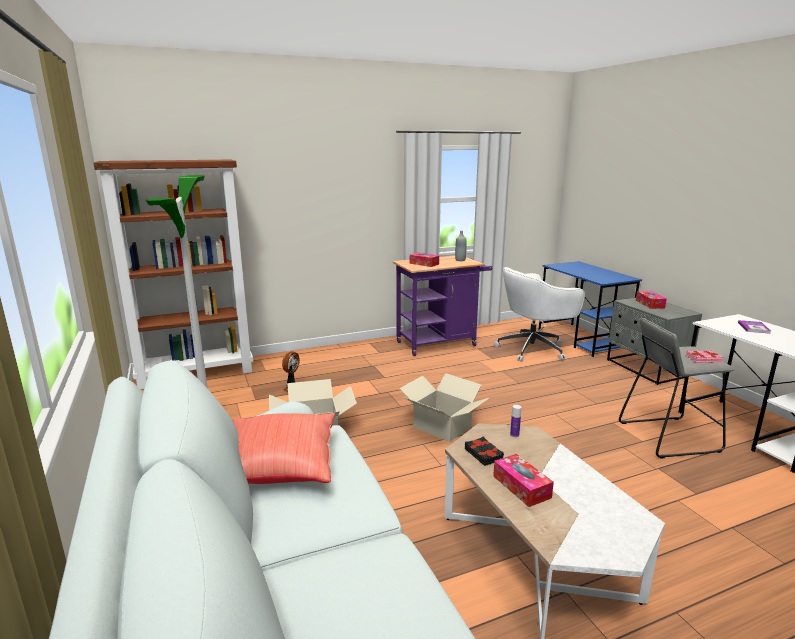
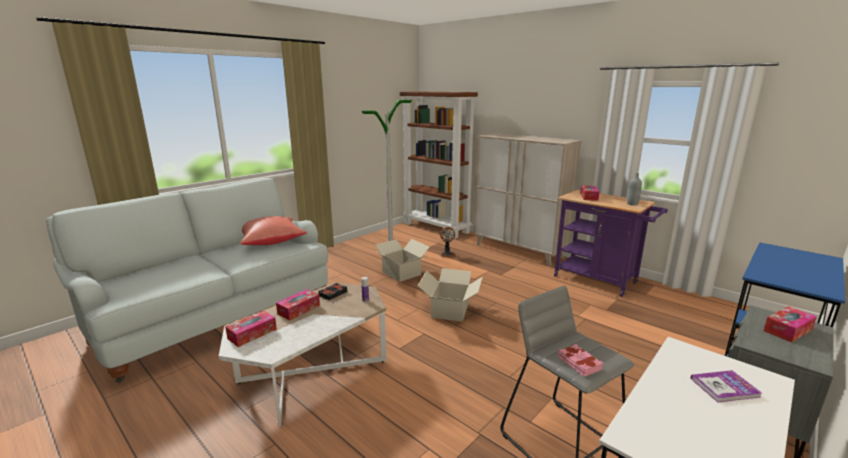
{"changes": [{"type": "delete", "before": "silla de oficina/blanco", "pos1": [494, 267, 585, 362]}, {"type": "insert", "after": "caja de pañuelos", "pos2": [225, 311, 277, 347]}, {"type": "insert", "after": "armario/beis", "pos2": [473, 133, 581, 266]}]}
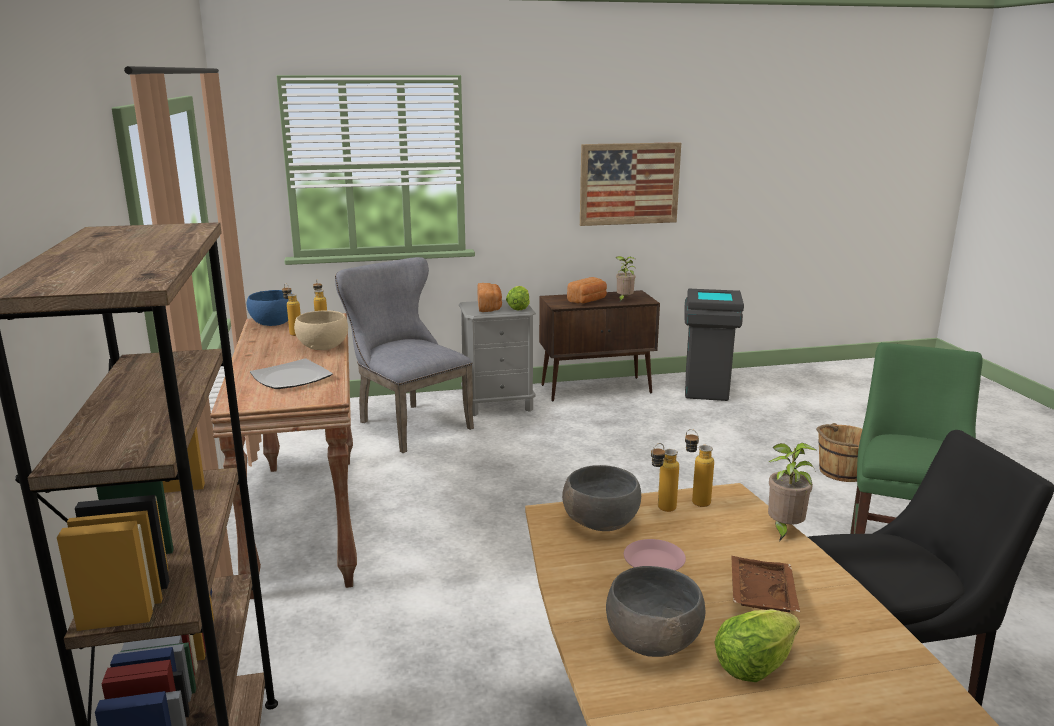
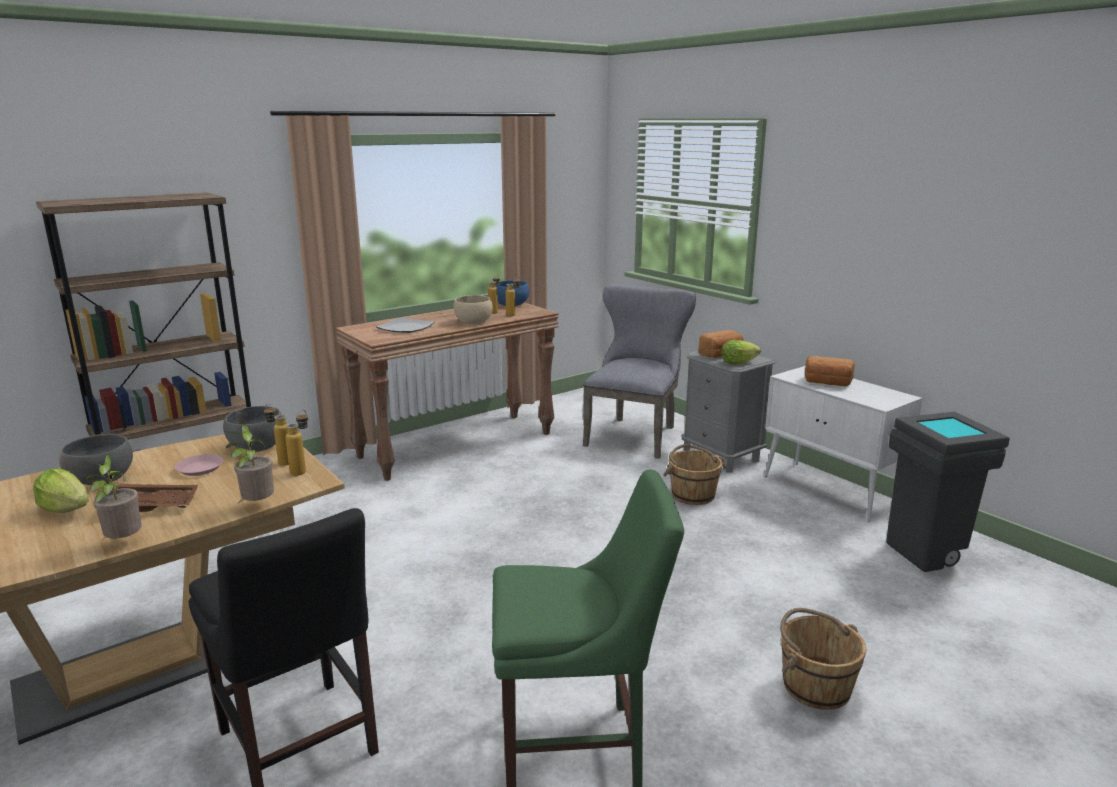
{"changes": [{"type": "delete", "before": "cuadro", "pos1": [580, 142, 681, 226]}, {"type": "insert", "after": "cubo/marrón", "pos2": [663, 444, 726, 505]}, {"type": "move", "before": "planta en maceta", "pos1": [616, 256, 636, 301], "pos2": [85, 455, 142, 541]}, {"type": "recolor", "before": "armario/marrón", "after": "armario/blanco", "pos1": [539, 290, 660, 402], "pos2": [764, 366, 922, 521]}]}
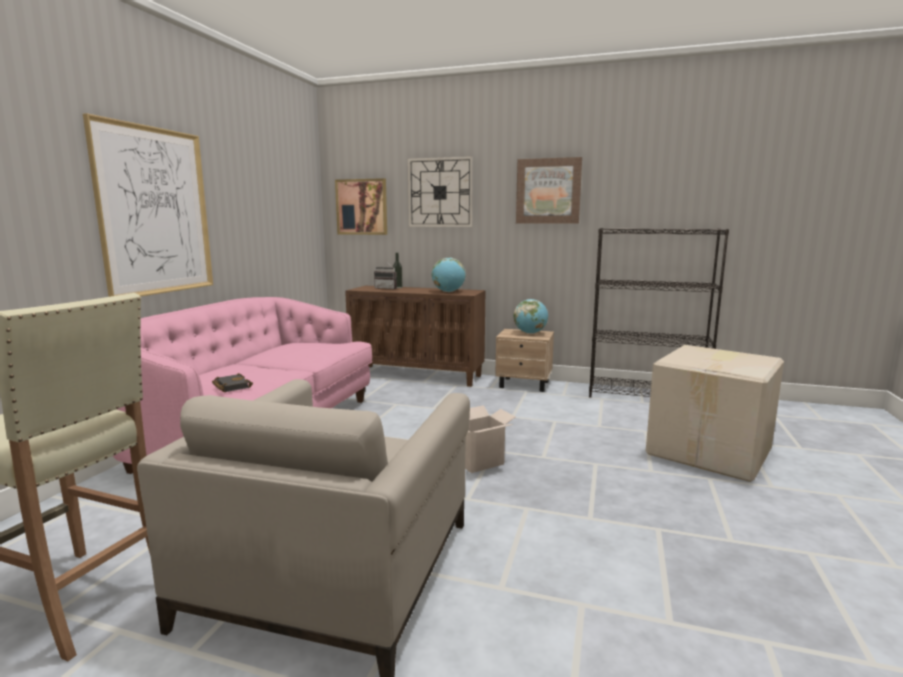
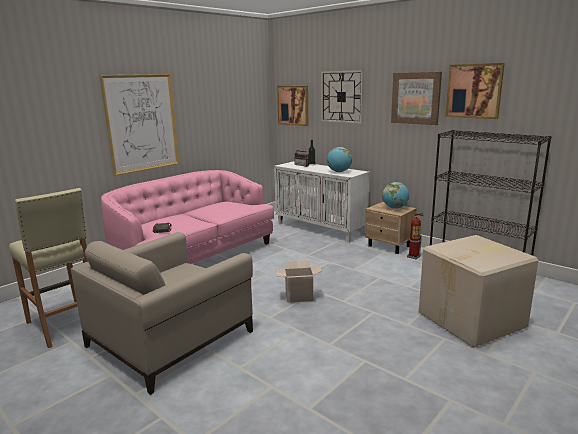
{"changes": [{"type": "insert", "after": "extintor", "pos2": [407, 213, 423, 259]}, {"type": "insert", "after": "cuadro", "pos2": [445, 63, 505, 119]}, {"type": "recolor", "before": "armario/marrón", "after": "armario/blanco", "pos1": [345, 286, 485, 387], "pos2": [274, 161, 370, 243]}]}
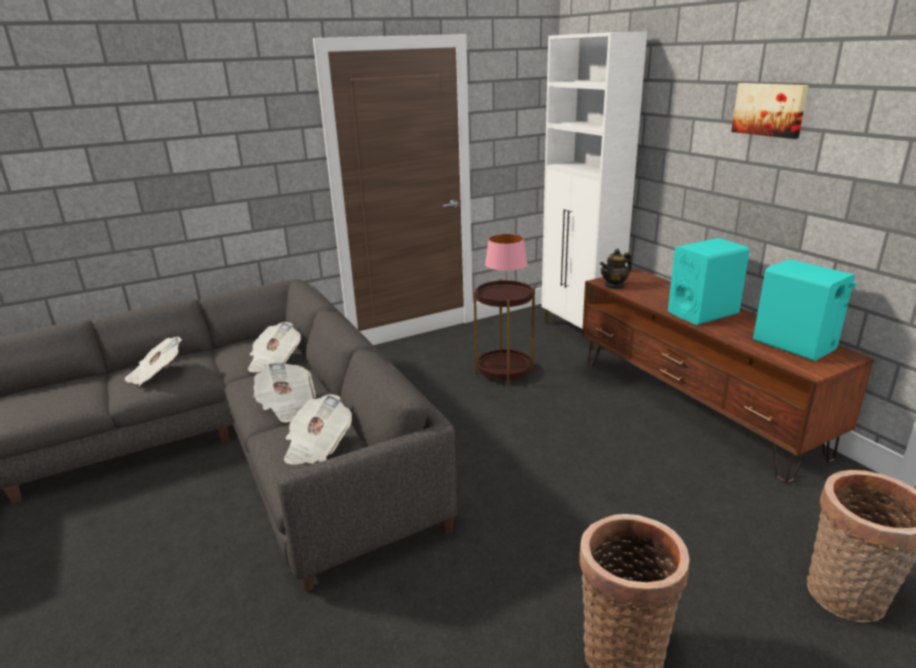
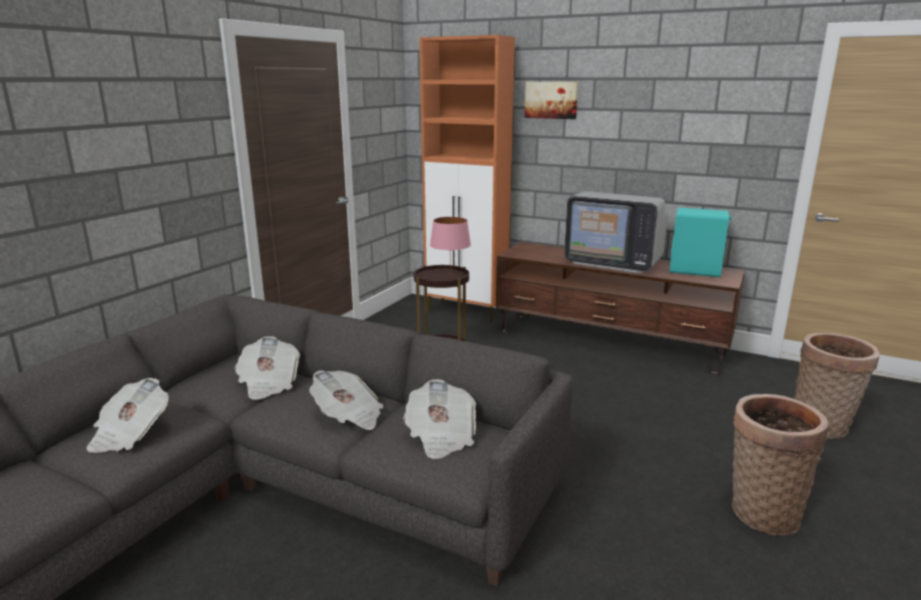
{"changes": [{"type": "delete", "before": "tetera", "pos1": [600, 249, 632, 289]}, {"type": "move", "before": "cuadro", "pos1": [731, 83, 809, 139], "pos2": [525, 82, 578, 119]}, {"type": "replace", "before": "altavoz/turquesa", "after": "televisor", "pos1": [668, 238, 750, 325], "pos2": [564, 191, 668, 273]}, {"type": "recolor", "before": "armario/blanco", "after": "armario/naranja", "pos1": [541, 31, 647, 350], "pos2": [419, 35, 515, 323]}]}
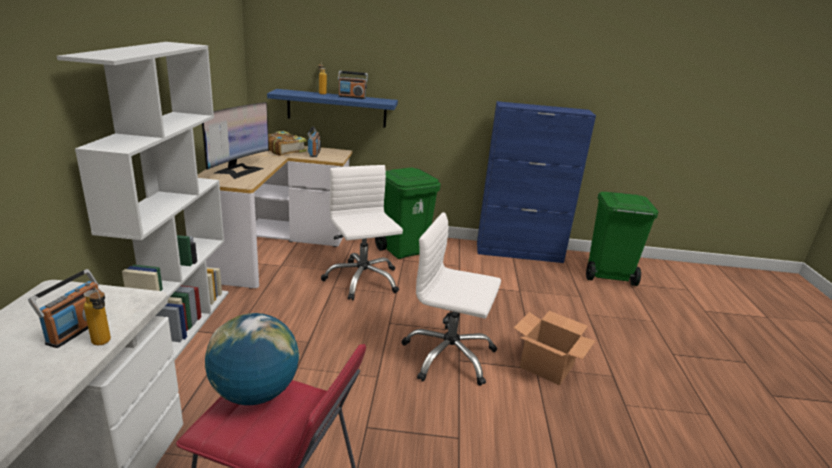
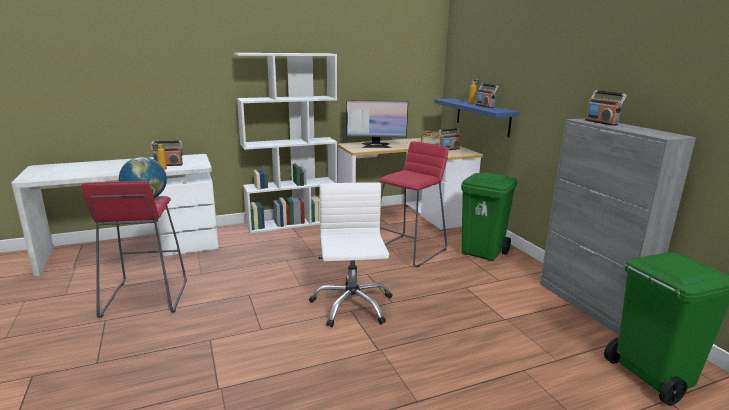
{"changes": [{"type": "delete", "before": "caja de cartón", "pos1": [514, 311, 595, 385]}, {"type": "insert", "after": "radio", "pos2": [585, 90, 627, 126]}, {"type": "replace", "before": "silla de oficina/blanco", "after": "taburete/rojo", "pos1": [321, 165, 403, 300], "pos2": [379, 141, 449, 267]}, {"type": "recolor", "before": "armario/azul", "after": "armario/gris", "pos1": [477, 101, 596, 263], "pos2": [540, 118, 696, 335]}]}
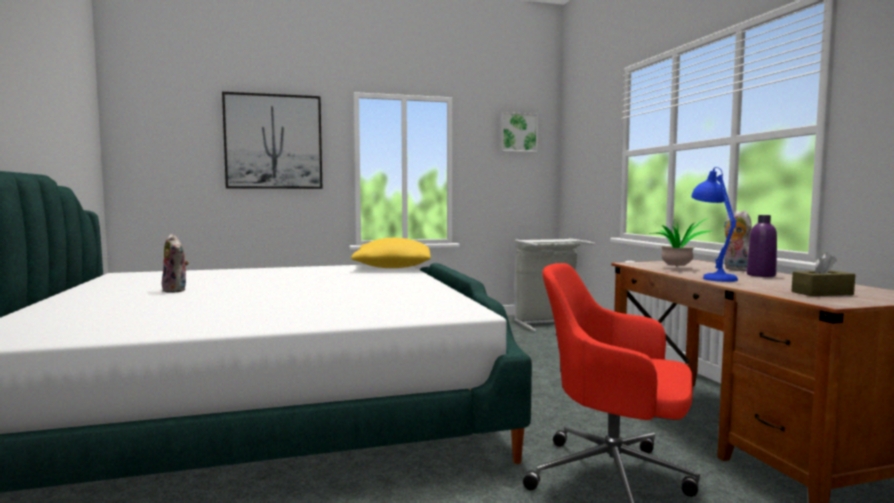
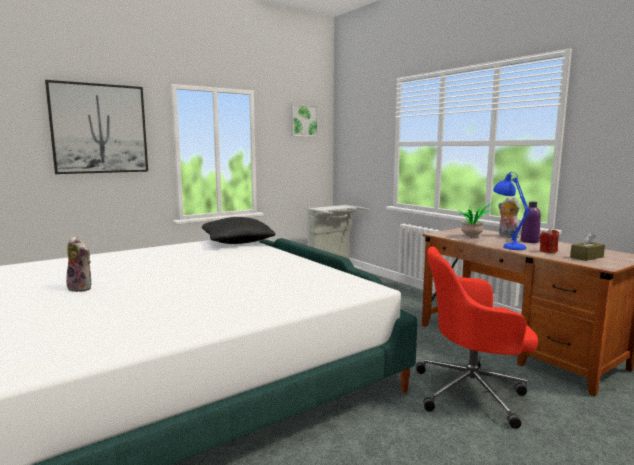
{"changes": [{"type": "insert", "after": "vela/rojo", "pos2": [539, 229, 559, 253]}, {"type": "recolor", "before": "cojín/amarillo", "after": "cojín/negro", "pos1": [351, 238, 431, 268], "pos2": [202, 217, 275, 244]}]}
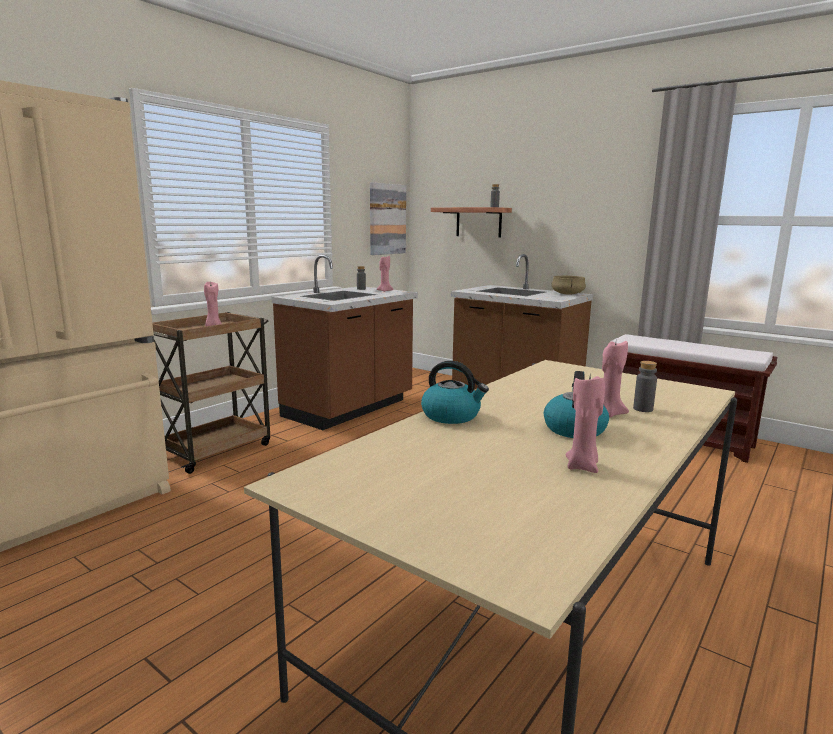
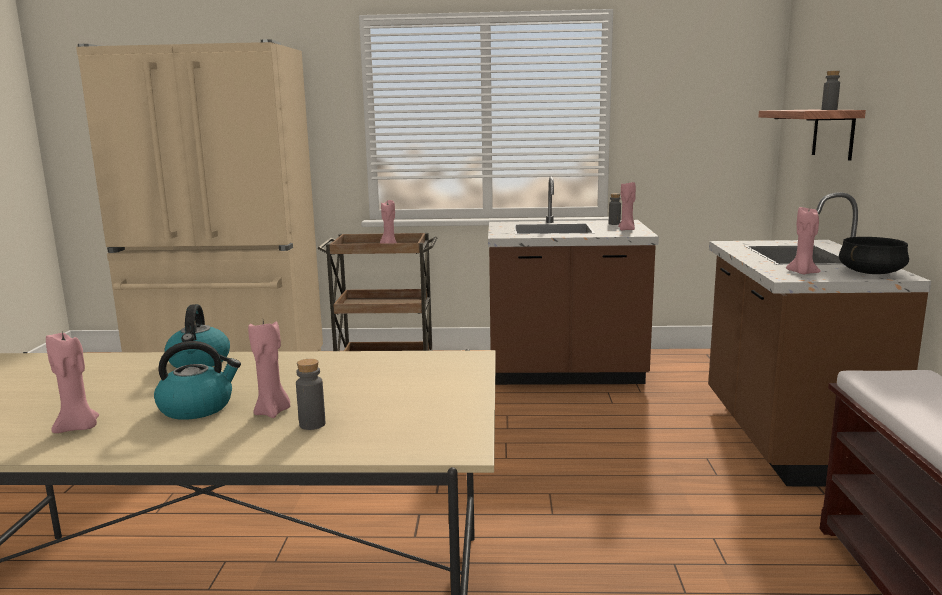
{"changes": [{"type": "delete", "before": "cuadro", "pos1": [370, 182, 406, 255]}, {"type": "insert", "after": "vela/rosa", "pos2": [786, 206, 821, 274]}, {"type": "recolor", "before": "olla/beis", "after": "olla/negro", "pos1": [551, 276, 586, 295], "pos2": [839, 237, 909, 274]}]}
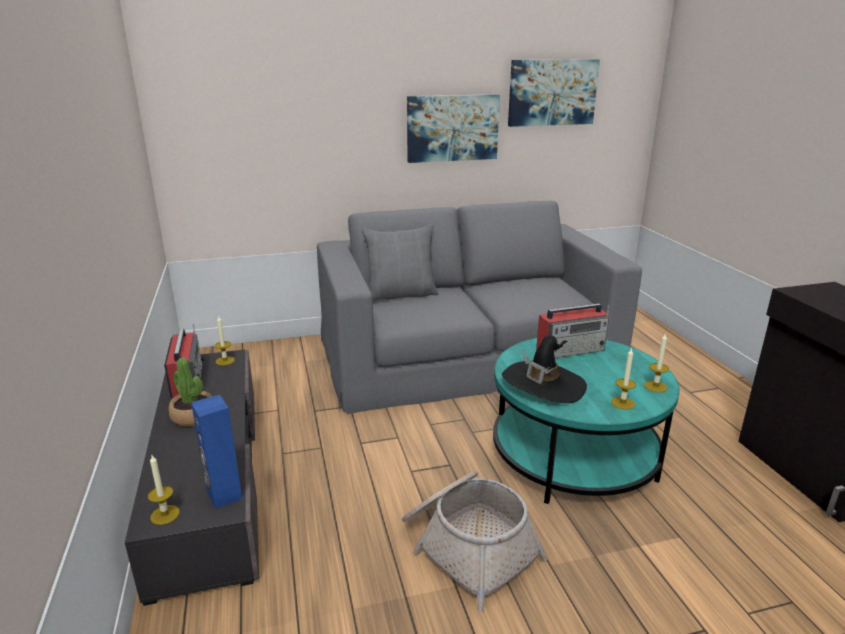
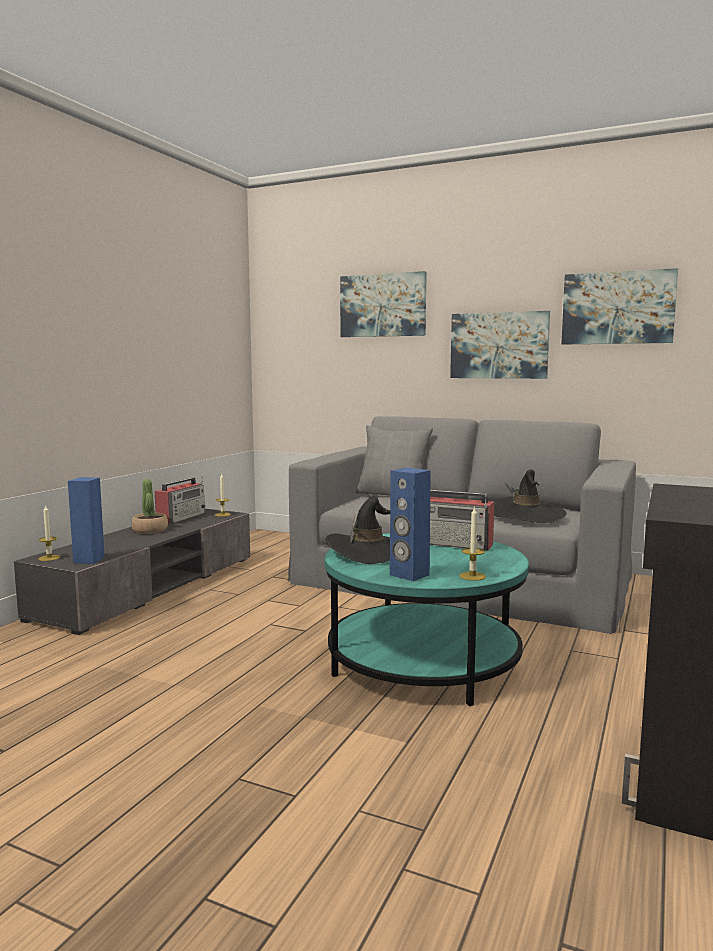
{"changes": [{"type": "delete", "before": "cesta", "pos1": [402, 471, 547, 611]}, {"type": "insert", "after": "cuadro", "pos2": [340, 271, 427, 337]}, {"type": "insert", "after": "sombrero/negro", "pos2": [494, 469, 567, 523]}, {"type": "replace", "before": "vela", "after": "altavoz/azul", "pos1": [611, 347, 636, 410], "pos2": [390, 467, 431, 581]}]}
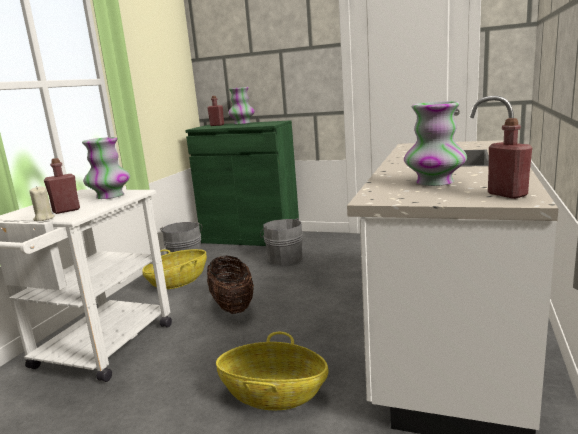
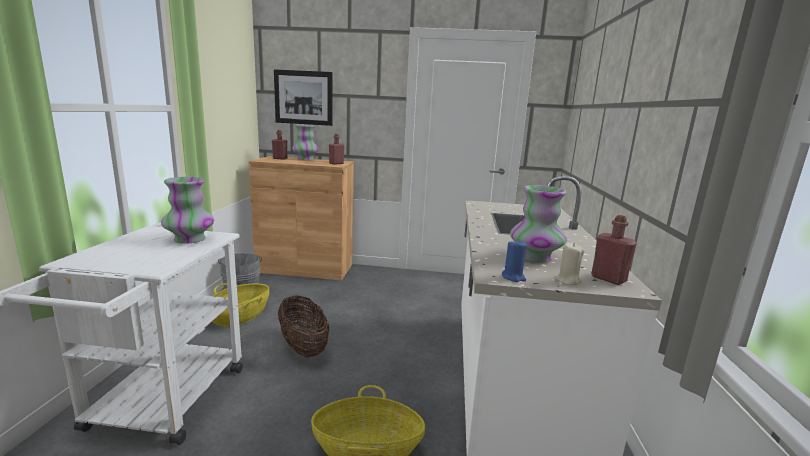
{"changes": [{"type": "delete", "before": "cubo/gris", "pos1": [260, 218, 303, 266]}, {"type": "insert", "after": "cuadro", "pos2": [274, 69, 333, 126]}, {"type": "insert", "after": "vela/azul", "pos2": [502, 239, 527, 282]}, {"type": "move", "before": "vela/beis", "pos1": [29, 186, 55, 221], "pos2": [554, 243, 584, 285]}, {"type": "move", "before": "botella/rojo", "pos1": [44, 158, 80, 214], "pos2": [329, 134, 344, 165]}, {"type": "recolor", "before": "armario/verde", "after": "armario/marrón", "pos1": [185, 120, 299, 246], "pos2": [249, 156, 354, 281]}]}
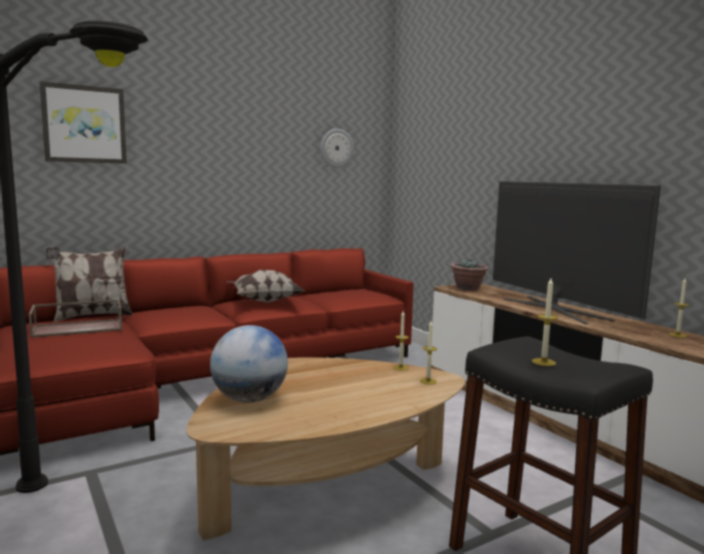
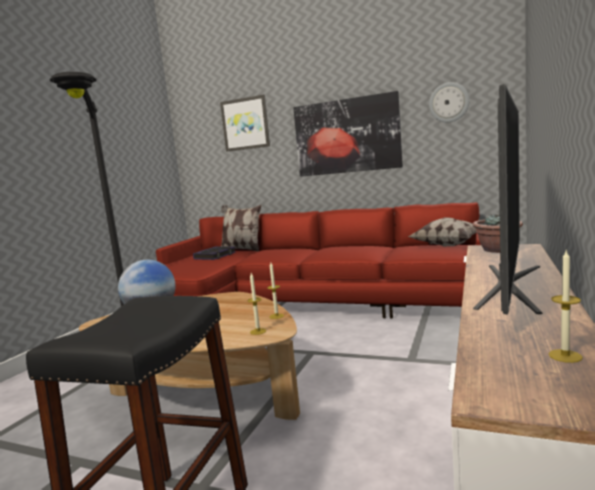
{"changes": [{"type": "delete", "before": "vela", "pos1": [532, 278, 558, 366]}, {"type": "insert", "after": "cuadro", "pos2": [293, 91, 403, 177]}, {"type": "move", "before": "cojín", "pos1": [227, 270, 304, 302], "pos2": [408, 217, 476, 247]}, {"type": "replace", "before": "bandeja/marrón", "after": "libro", "pos1": [29, 299, 123, 338], "pos2": [193, 246, 236, 260]}]}
